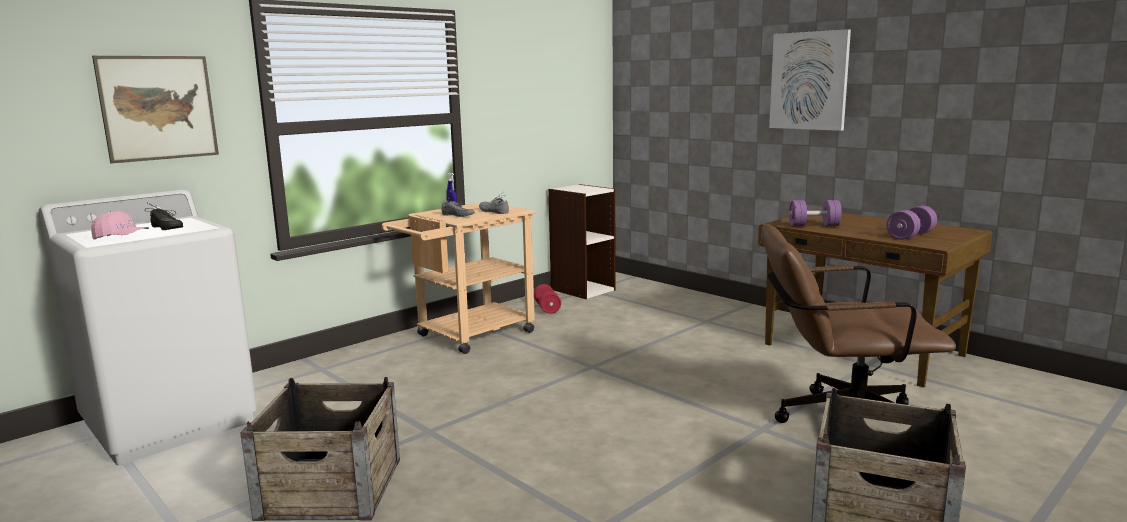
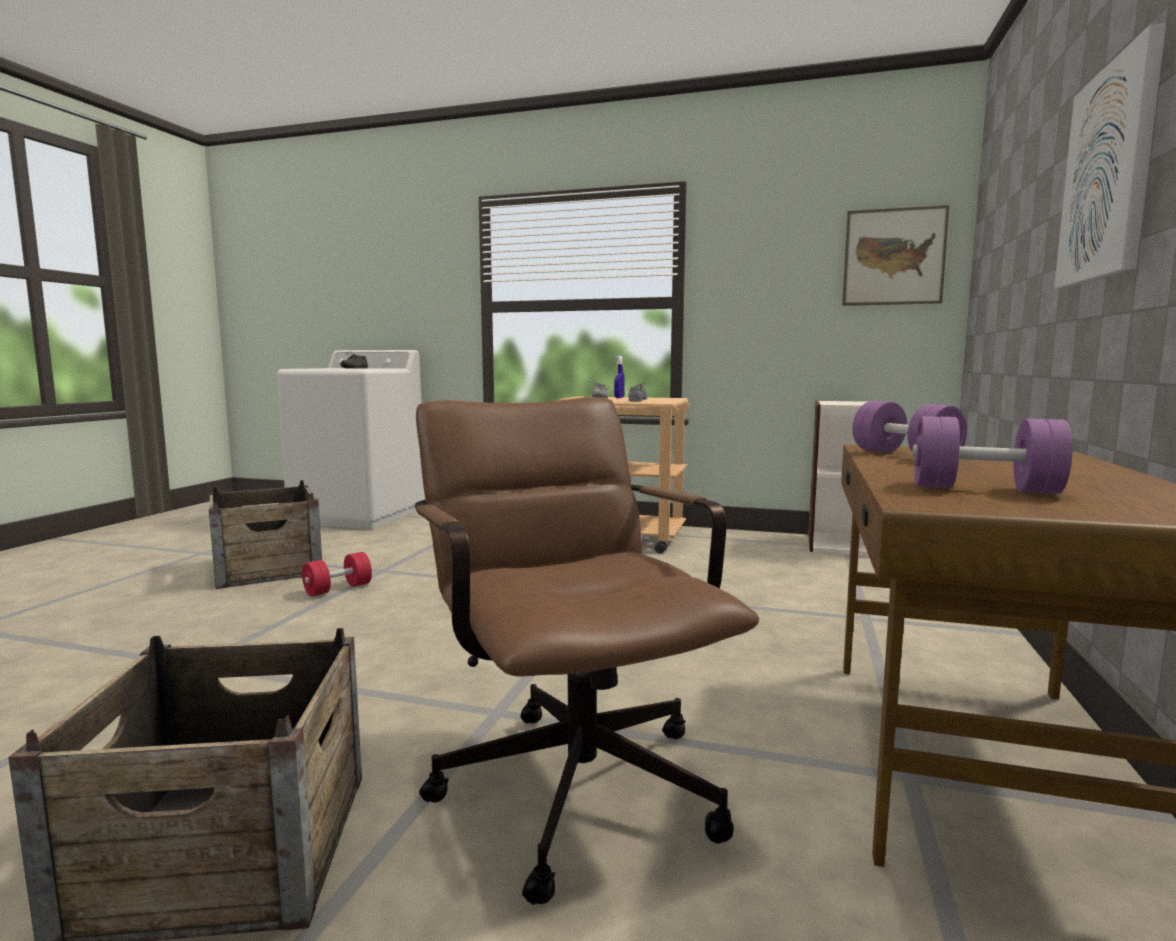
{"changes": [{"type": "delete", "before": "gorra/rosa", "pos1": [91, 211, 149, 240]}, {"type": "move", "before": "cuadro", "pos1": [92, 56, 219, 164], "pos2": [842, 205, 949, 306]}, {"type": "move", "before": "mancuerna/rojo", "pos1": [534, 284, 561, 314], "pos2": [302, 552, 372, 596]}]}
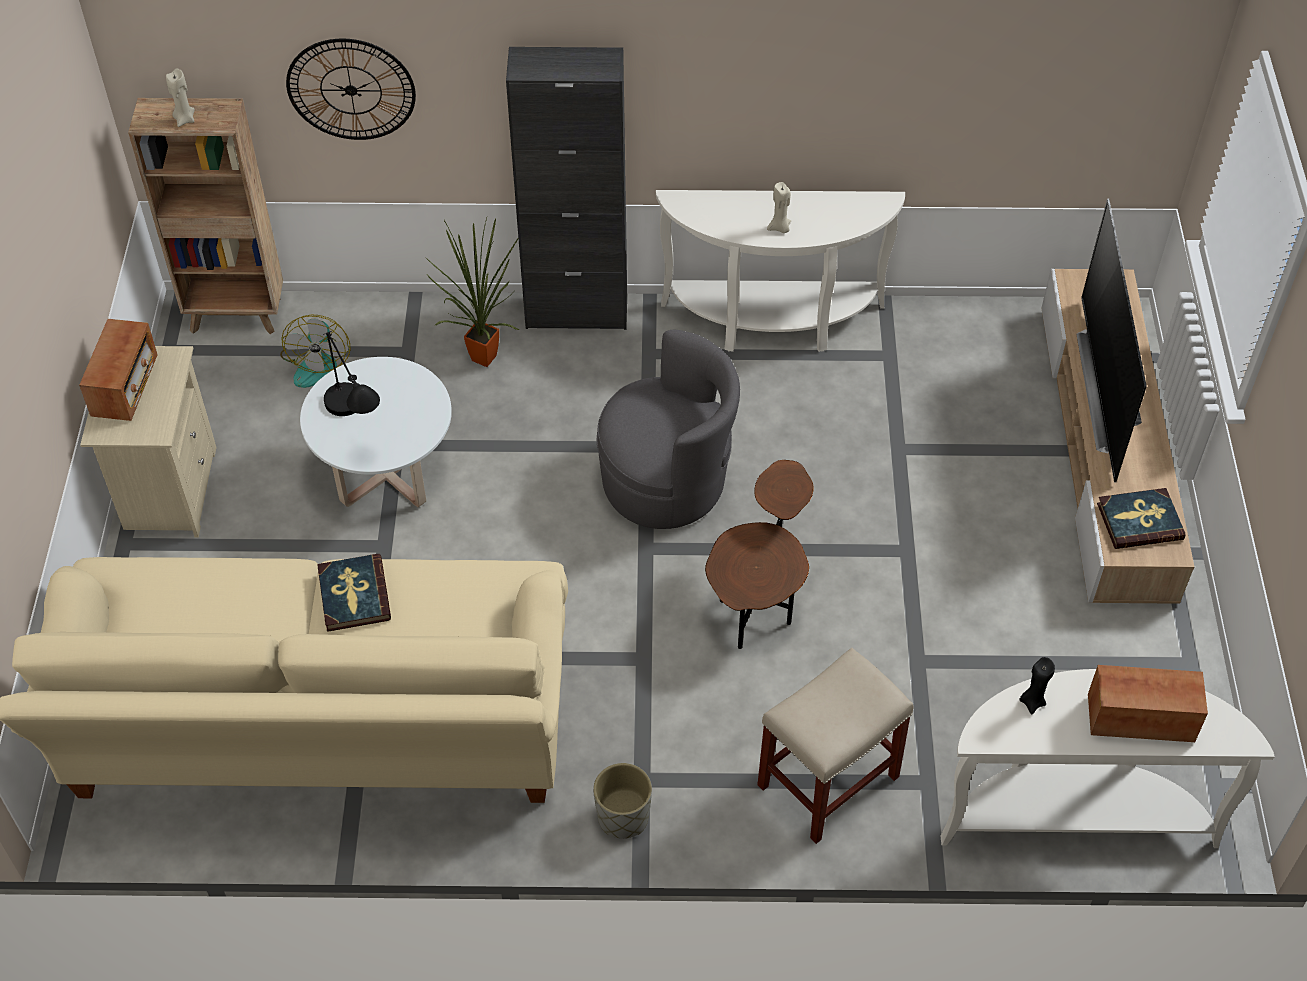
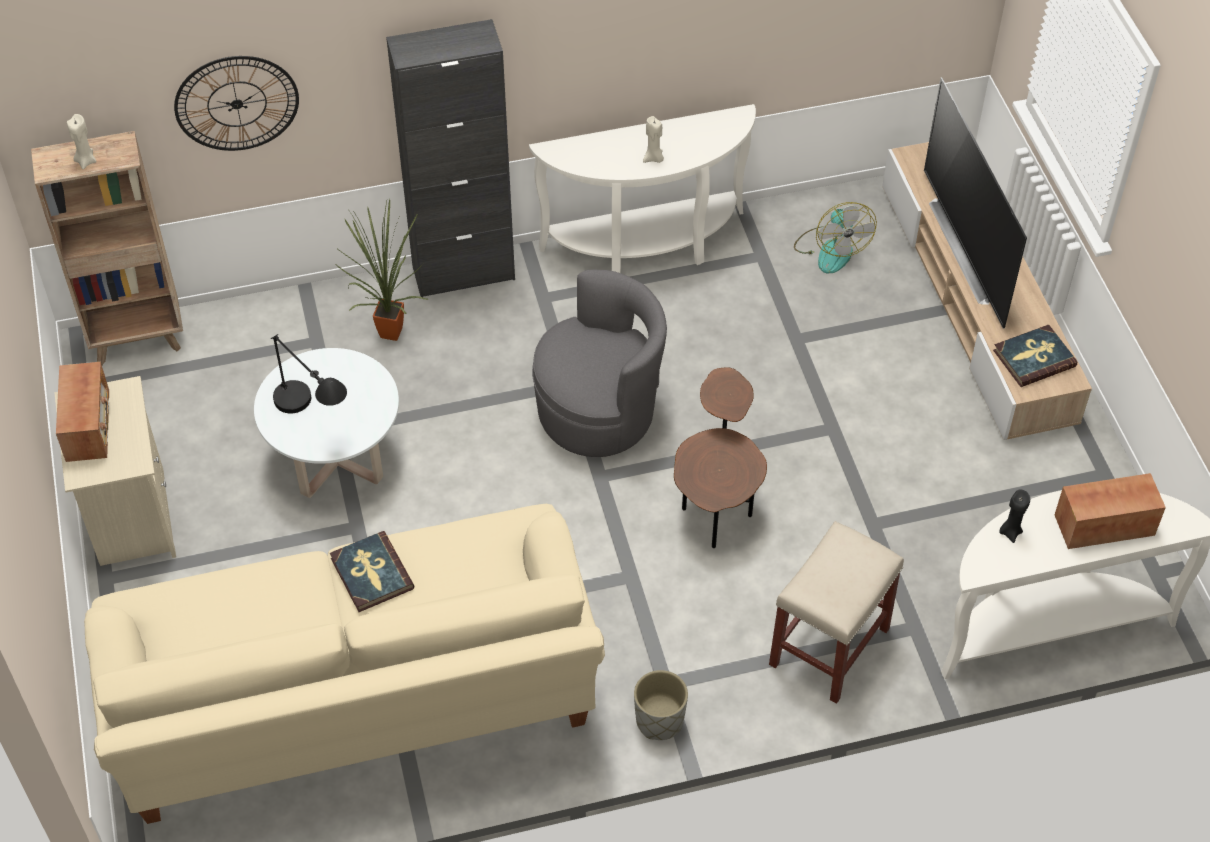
{"changes": [{"type": "move", "before": "ventilador", "pos1": [280, 315, 351, 388], "pos2": [794, 202, 877, 274]}]}
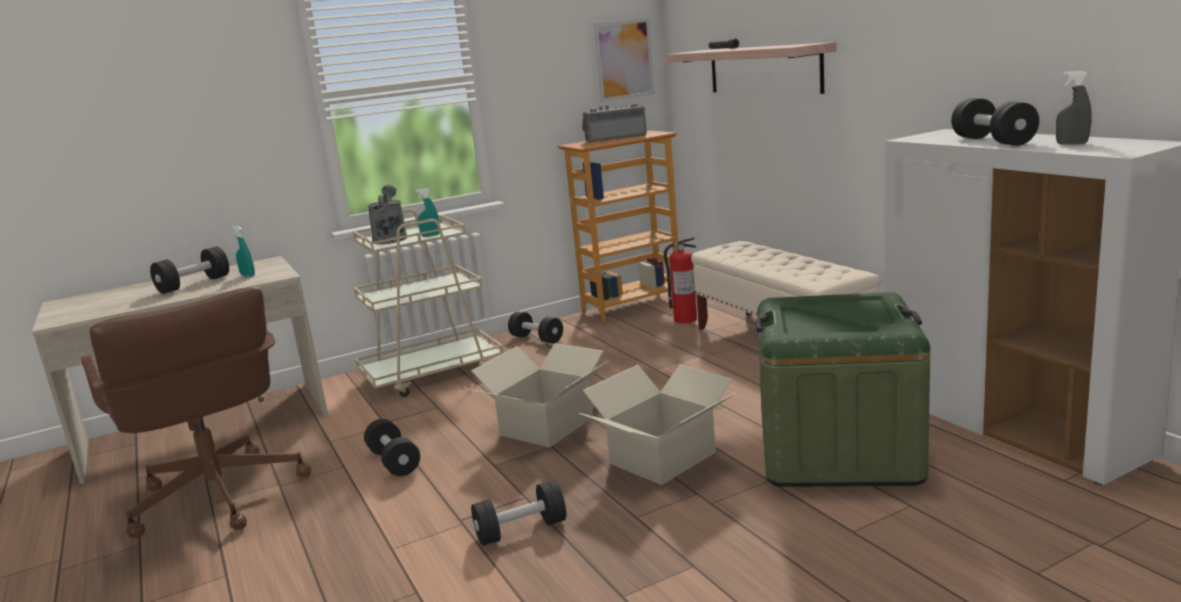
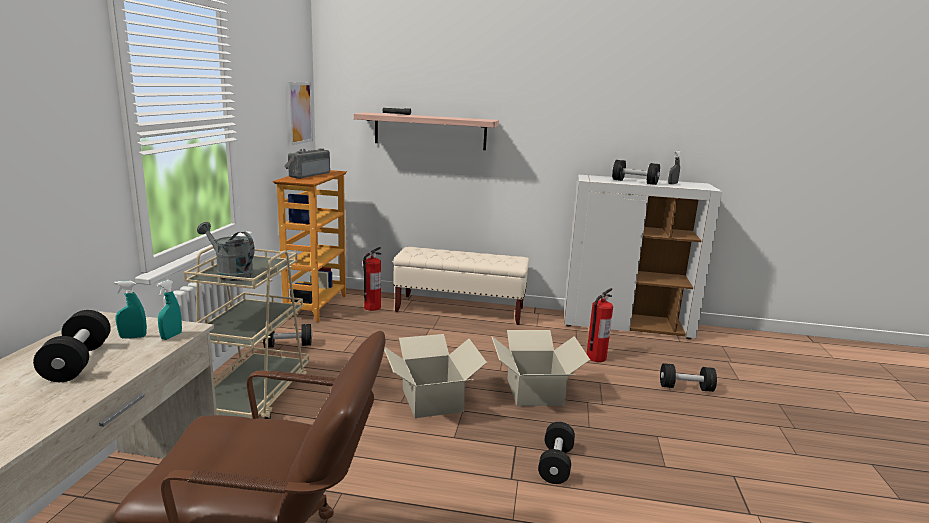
{"changes": [{"type": "move", "before": "mancuerna/negro", "pos1": [364, 419, 420, 476], "pos2": [660, 363, 717, 392]}, {"type": "move", "before": "pulverizador/turquesa", "pos1": [415, 188, 440, 237], "pos2": [156, 280, 182, 340]}, {"type": "replace", "before": "caja de almacenaje/verde", "after": "extintor", "pos1": [756, 292, 930, 487], "pos2": [587, 288, 613, 362]}]}
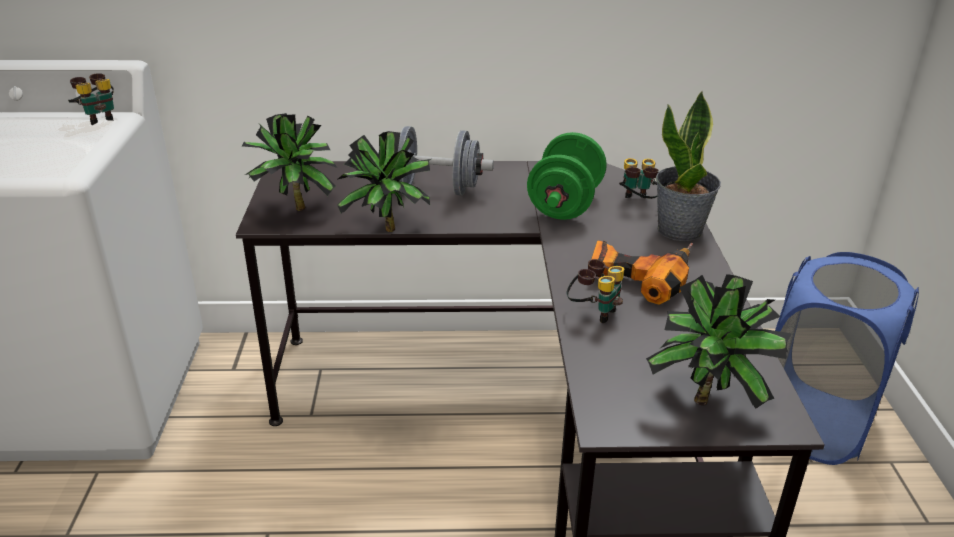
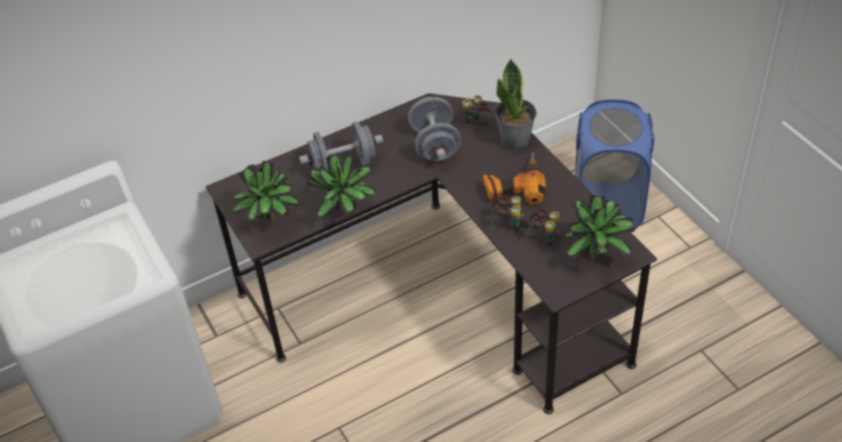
{"changes": [{"type": "move", "before": "prismáticos", "pos1": [68, 73, 114, 125], "pos2": [526, 208, 560, 246]}, {"type": "recolor", "before": "mancuerna/verde", "after": "mancuerna/gris", "pos1": [527, 132, 607, 220], "pos2": [408, 97, 461, 161]}]}
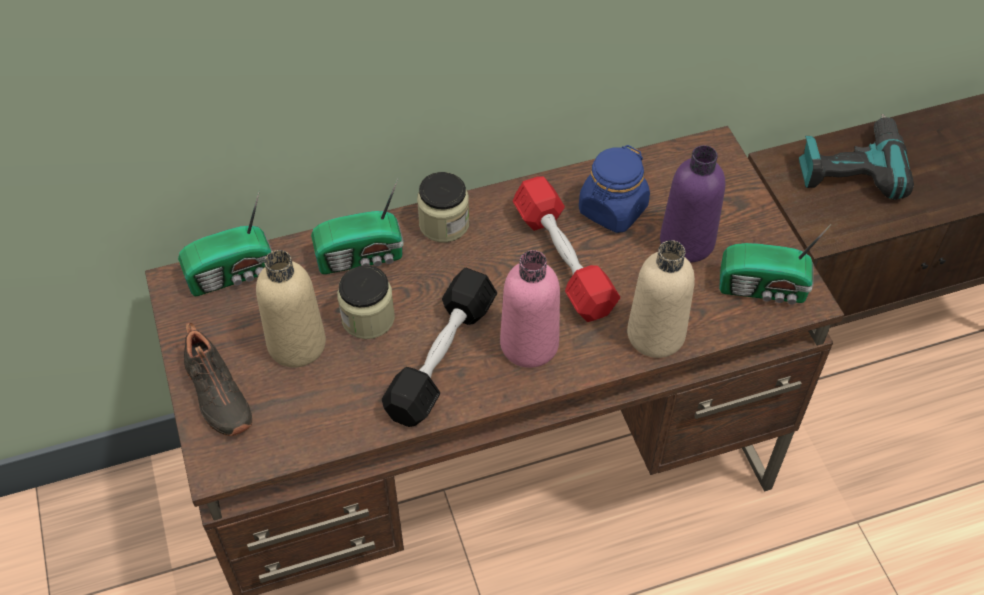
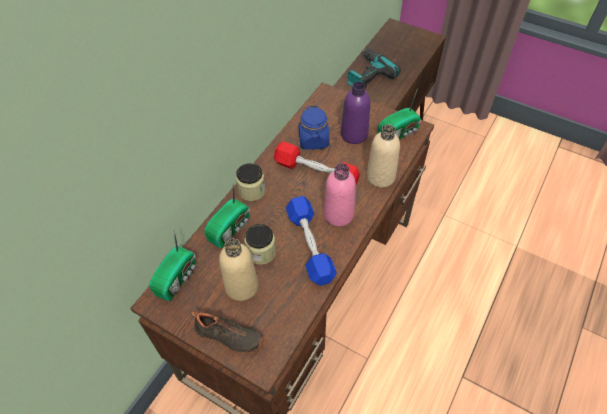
{"changes": [{"type": "recolor", "before": "mancuerna/negro", "after": "mancuerna/azul", "pos1": [382, 268, 497, 427], "pos2": [286, 196, 337, 286]}]}
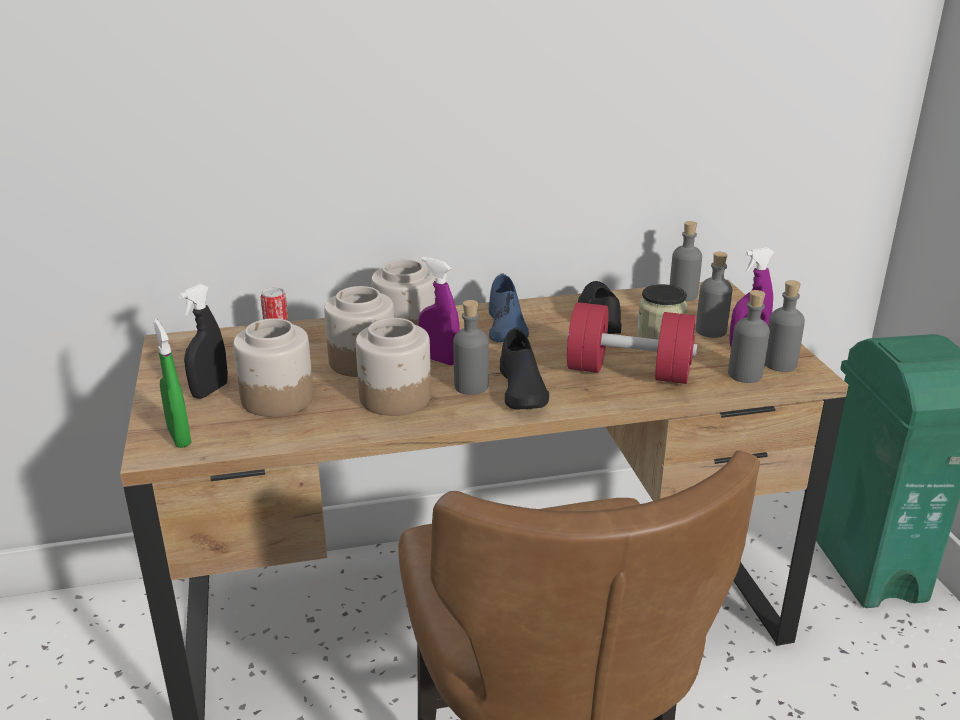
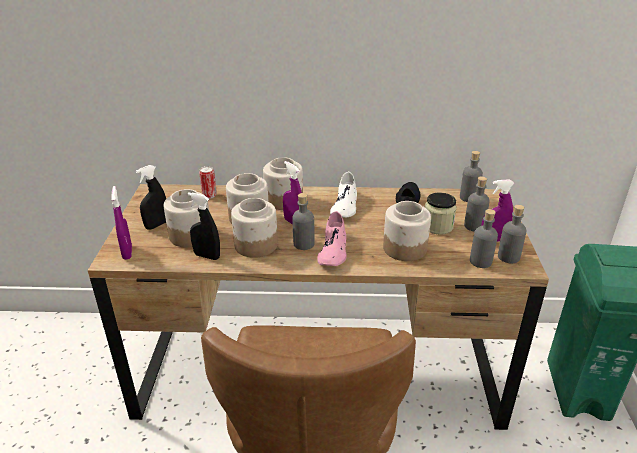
{"changes": [{"type": "insert", "after": "pulverizador/negro", "pos2": [188, 192, 220, 260]}, {"type": "replace", "before": "mancuerna/rojo", "after": "tarro", "pos1": [567, 302, 698, 384], "pos2": [383, 201, 431, 261]}, {"type": "recolor", "before": "pulverizador/verde", "after": "pulverizador/morado", "pos1": [153, 319, 191, 448], "pos2": [111, 186, 132, 260]}, {"type": "recolor", "before": "zapato/azul", "after": "zapato/blanco", "pos1": [489, 274, 529, 342], "pos2": [330, 172, 357, 218]}, {"type": "recolor", "before": "zapato/negro", "after": "zapato/rosa", "pos1": [500, 328, 549, 409], "pos2": [317, 211, 346, 266]}]}
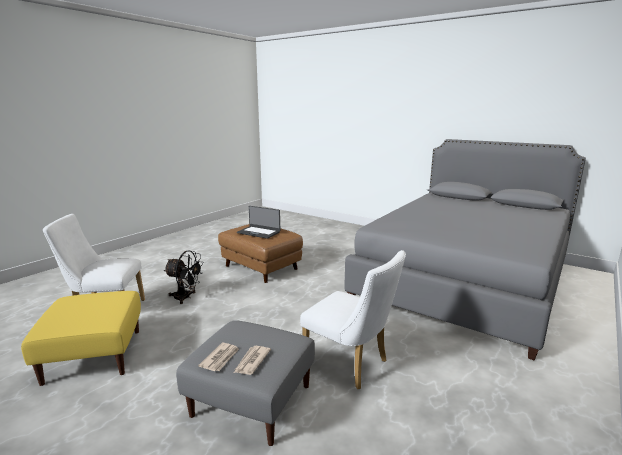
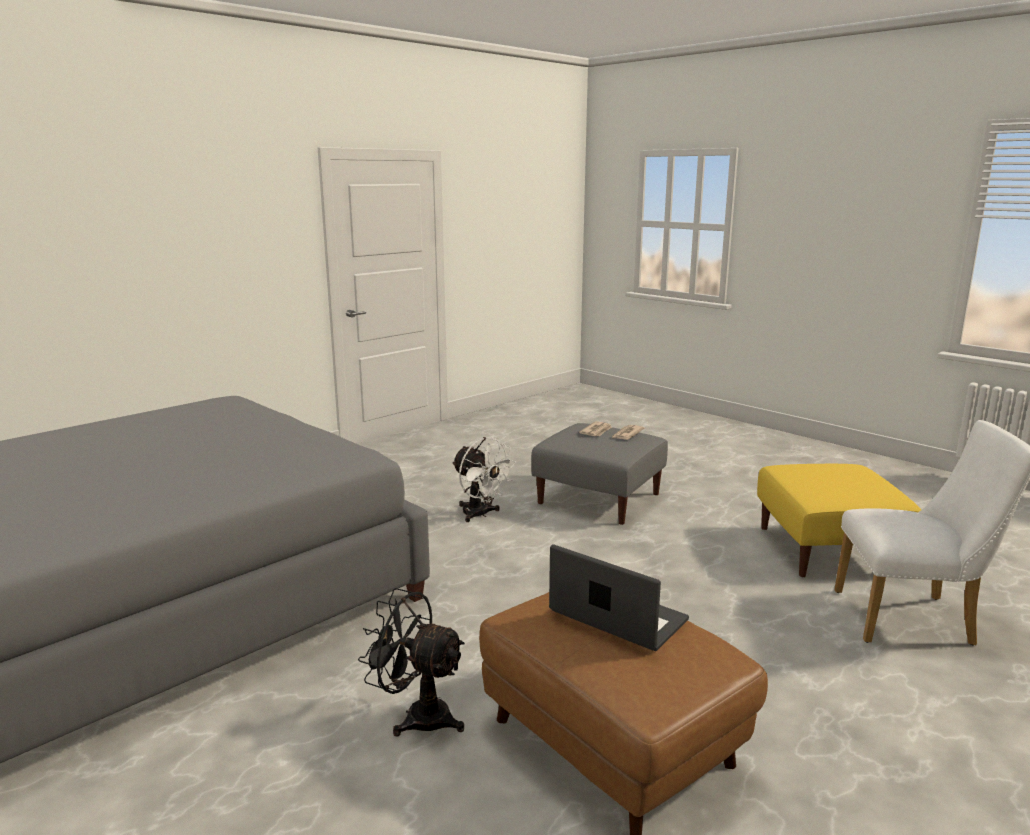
{"changes": [{"type": "move", "before": "ventilador/negro", "pos1": [164, 250, 204, 304], "pos2": [358, 588, 465, 737]}, {"type": "replace", "before": "silla/blanco", "after": "ventilador/blanco", "pos1": [300, 250, 406, 389], "pos2": [452, 437, 516, 522]}]}
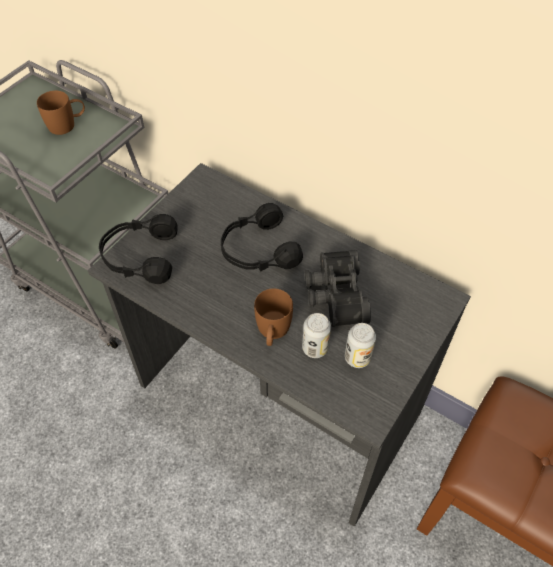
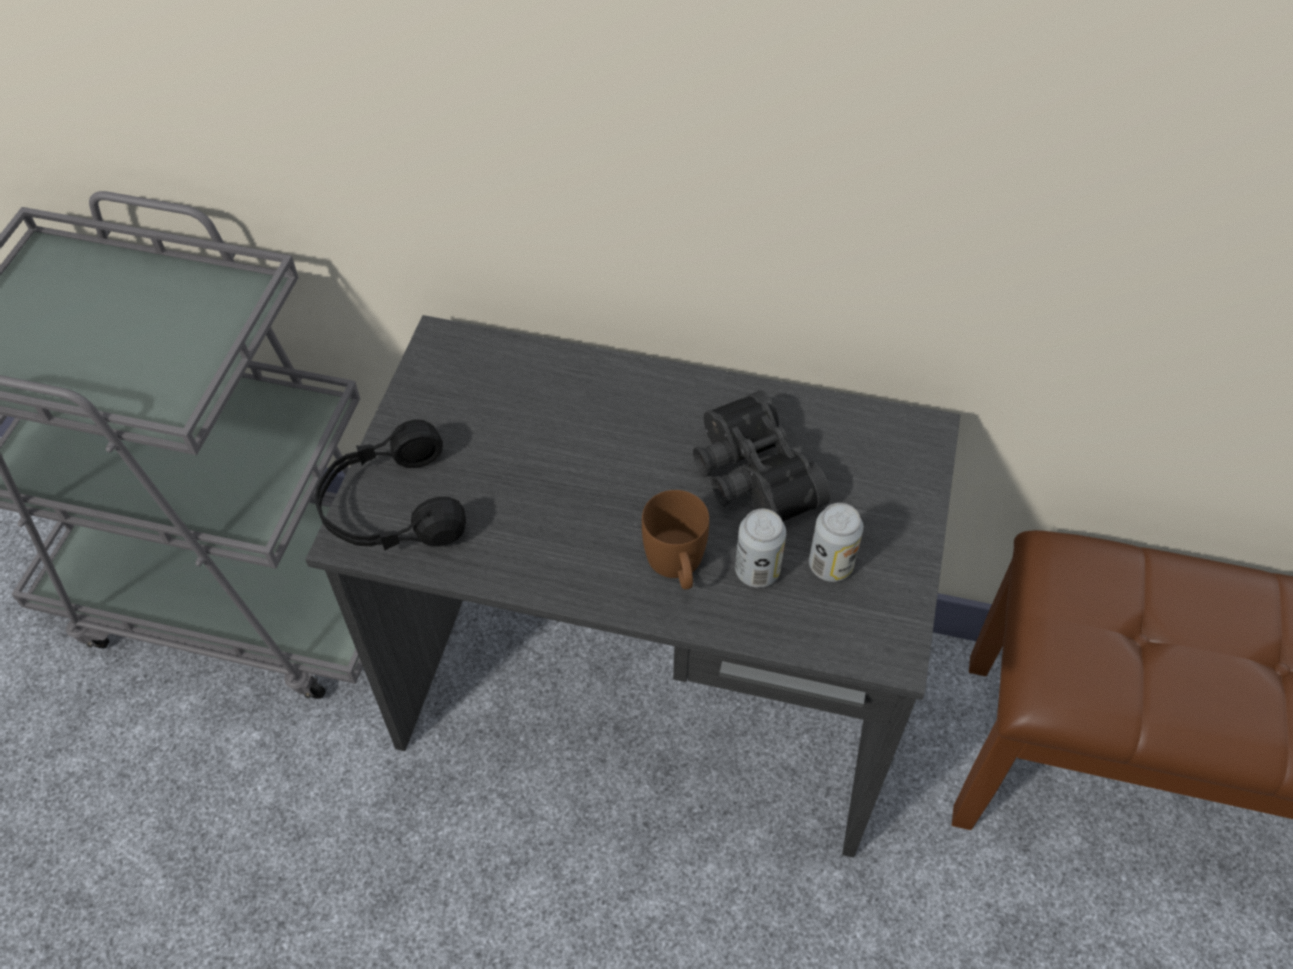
{"changes": [{"type": "delete", "before": "taza grande/marrón", "pos1": [37, 91, 85, 135]}, {"type": "delete", "before": "auriculares/negro", "pos1": [221, 203, 303, 272]}]}
